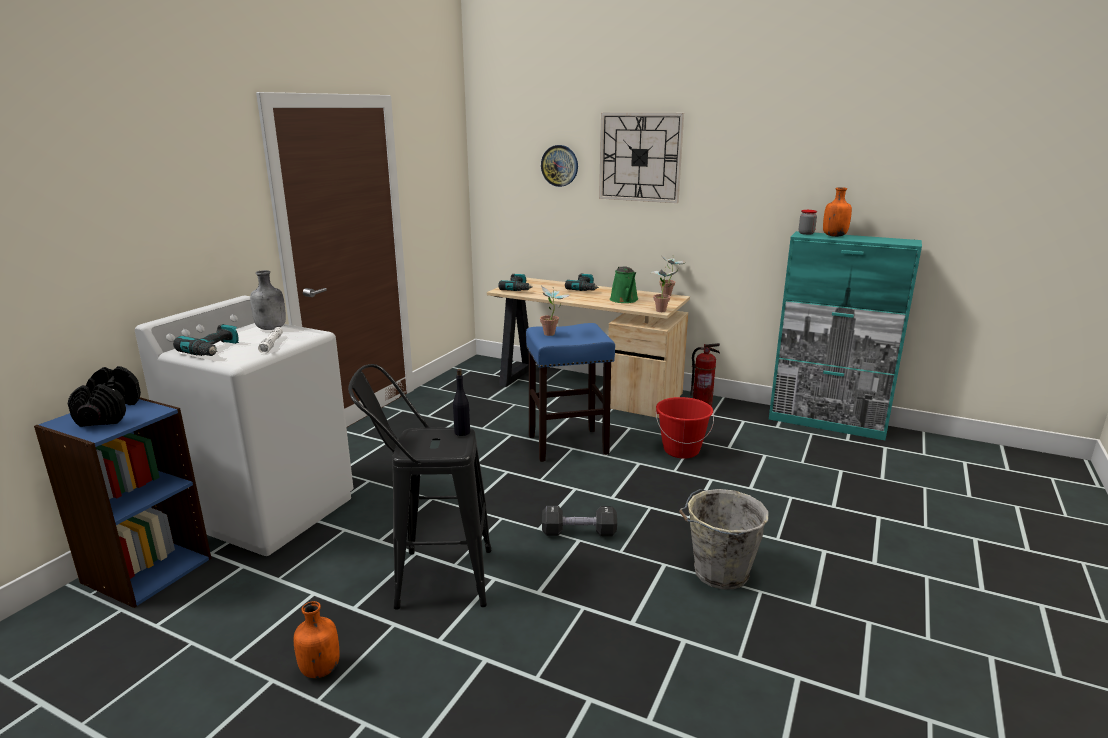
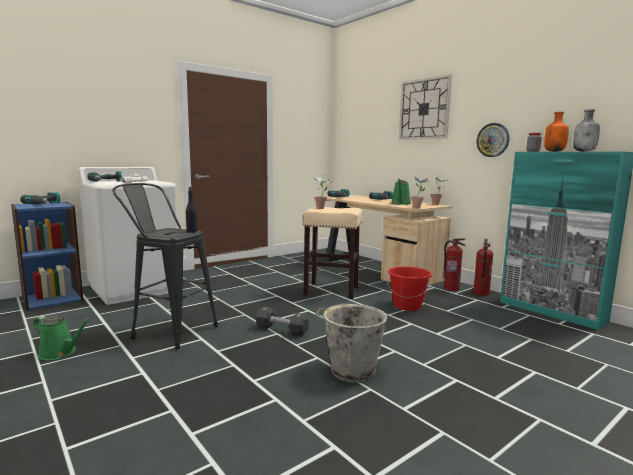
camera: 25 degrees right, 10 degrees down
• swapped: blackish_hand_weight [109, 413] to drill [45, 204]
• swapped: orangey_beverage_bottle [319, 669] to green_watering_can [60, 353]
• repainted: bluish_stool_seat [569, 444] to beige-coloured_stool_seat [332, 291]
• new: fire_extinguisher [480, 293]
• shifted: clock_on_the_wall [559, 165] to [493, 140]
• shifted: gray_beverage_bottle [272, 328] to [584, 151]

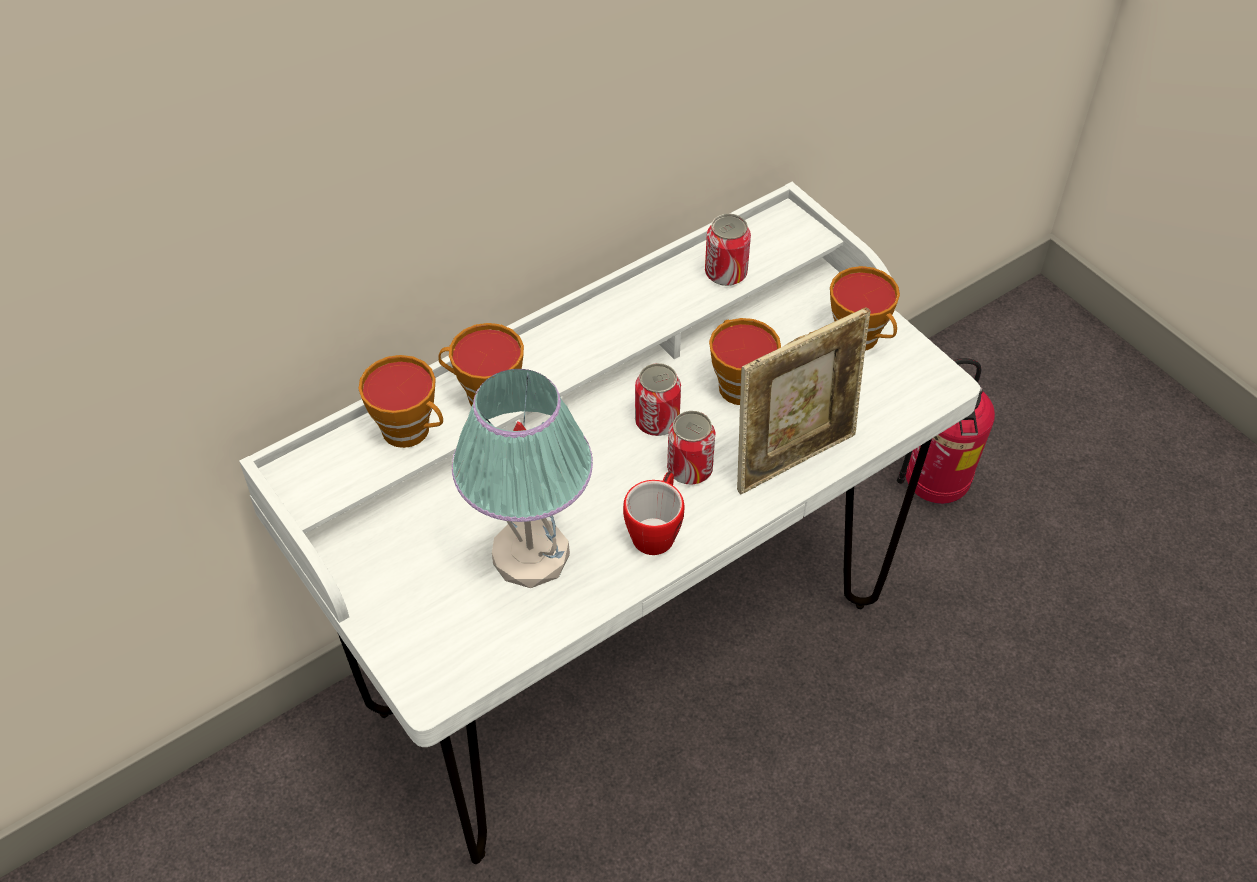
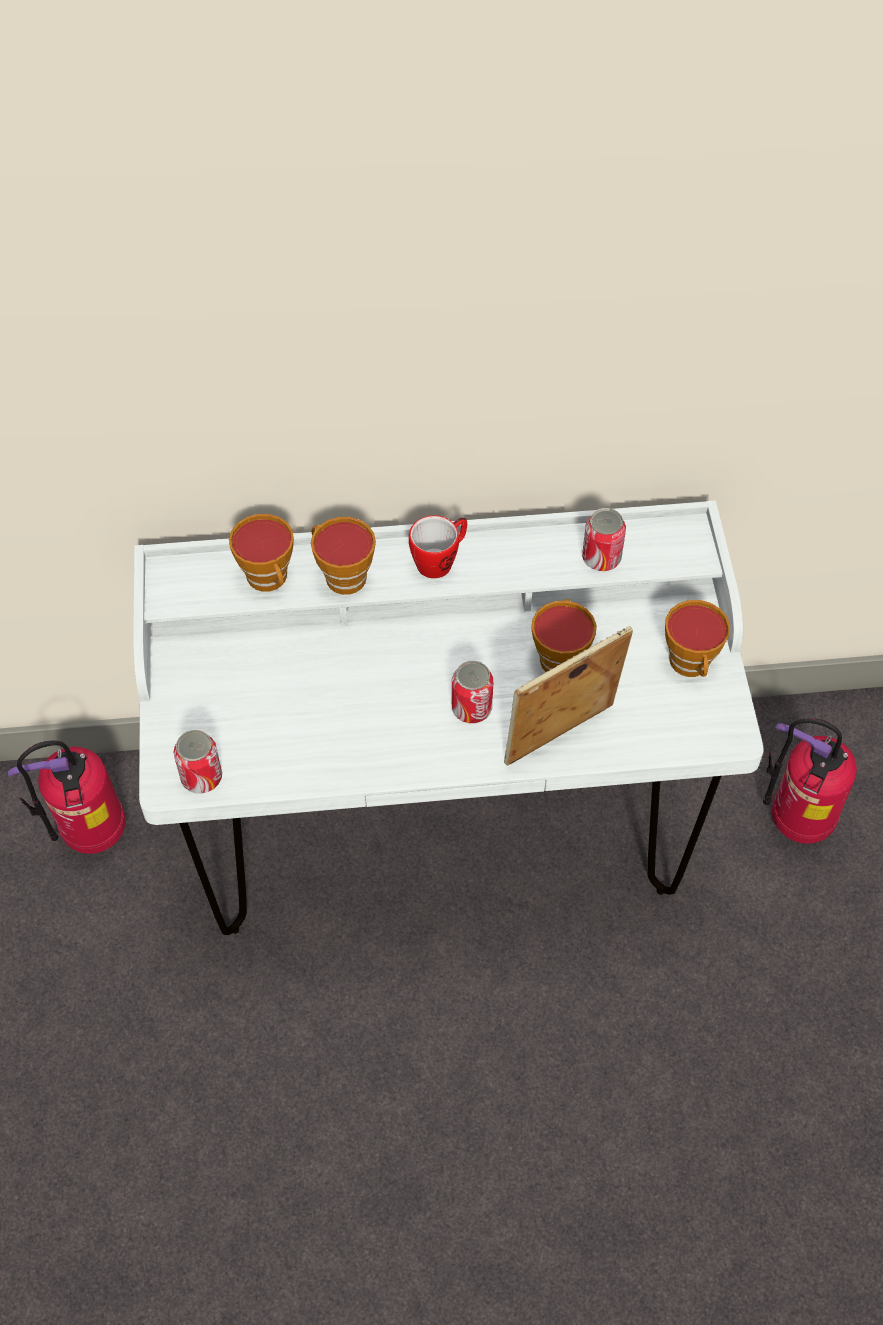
camera: 30 degrees right, 5 degrees up
• new: fire_extinguisher [92, 836]
• shifted: metal_can [657, 421] to [201, 777]
• shifted: tea_mug [656, 530] to [440, 560]
• rotated: photo_frame [794, 458] = [560, 739] 150 degrees clockwise
• gone: table_lamp [532, 555]

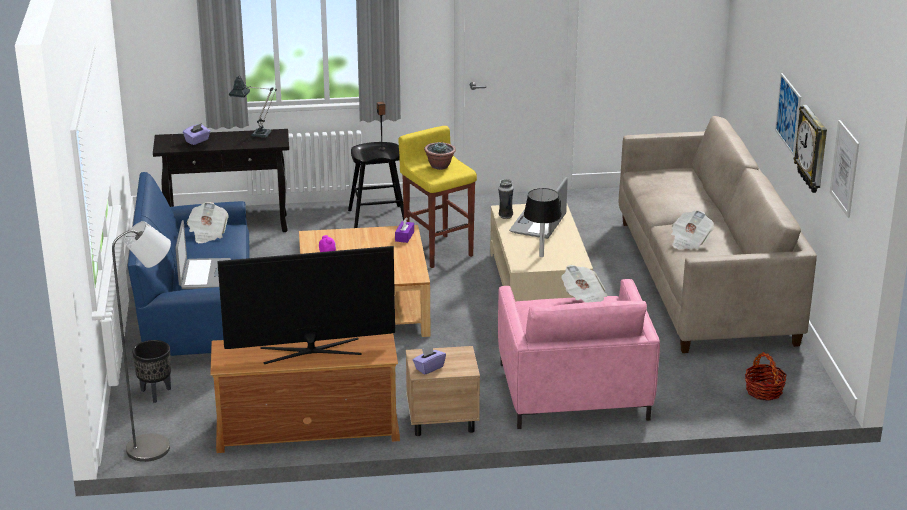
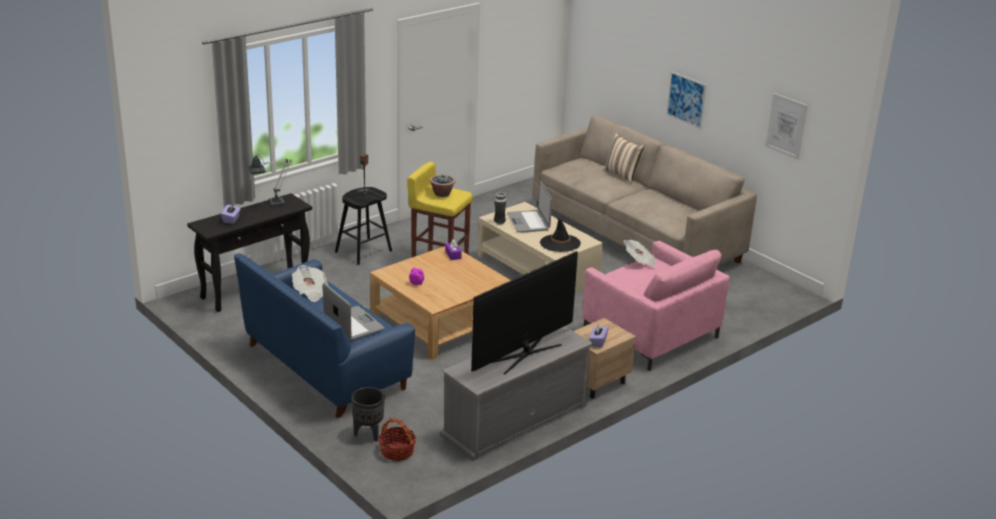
camera: 35 degrees left, 0 degrees up
• shifted: household_basket [764, 391] to [397, 451]
• repainted: brown_media_console [306, 430] to gray_media_console [514, 421]
• swapped: blackish_table_lamp [541, 256] to blackish_wearable_hat [560, 243]
• new: beige-coloured_pillow [622, 175]
• gone: gray_standard_lamp [157, 447]
• gone: printed_paper [689, 241]
• gone: clock_on_the_wall [813, 149]

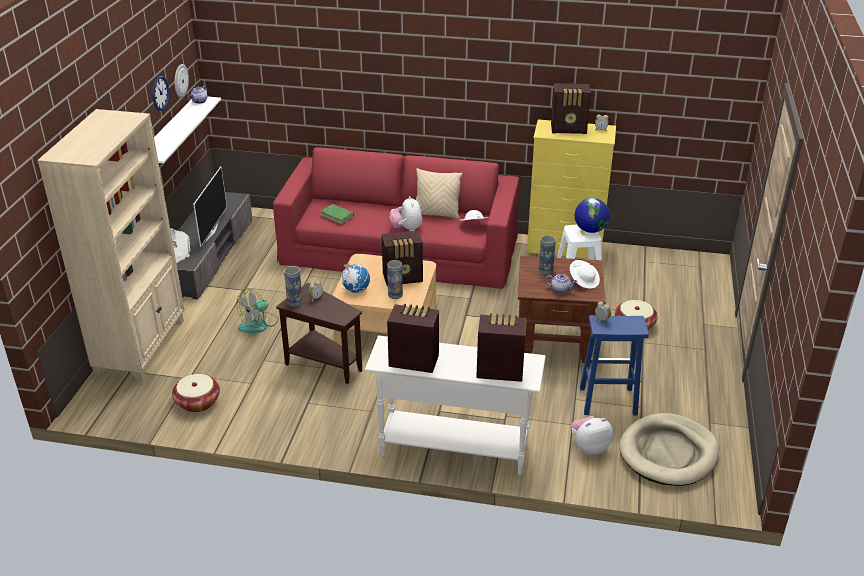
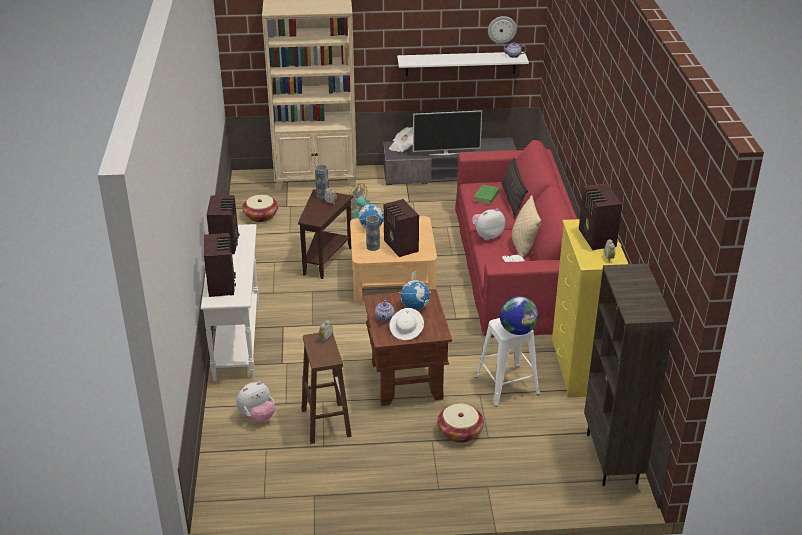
camera: 75 degrees right, 0 degrees up
• rotated: plush_toy [589, 447] = [257, 416] 90 degrees clockwise
• repainted: bluish_stool_seat [607, 401] to brown_stool_seat [325, 422]
• swapped: vase [545, 270] to desk_globe [415, 306]
• new: pillow [512, 200]
• new: brown_shelving_unit [613, 459]
• gone: clock_on_the_wall [160, 93]
• gone: beige-coloured_dog_bed [668, 453]

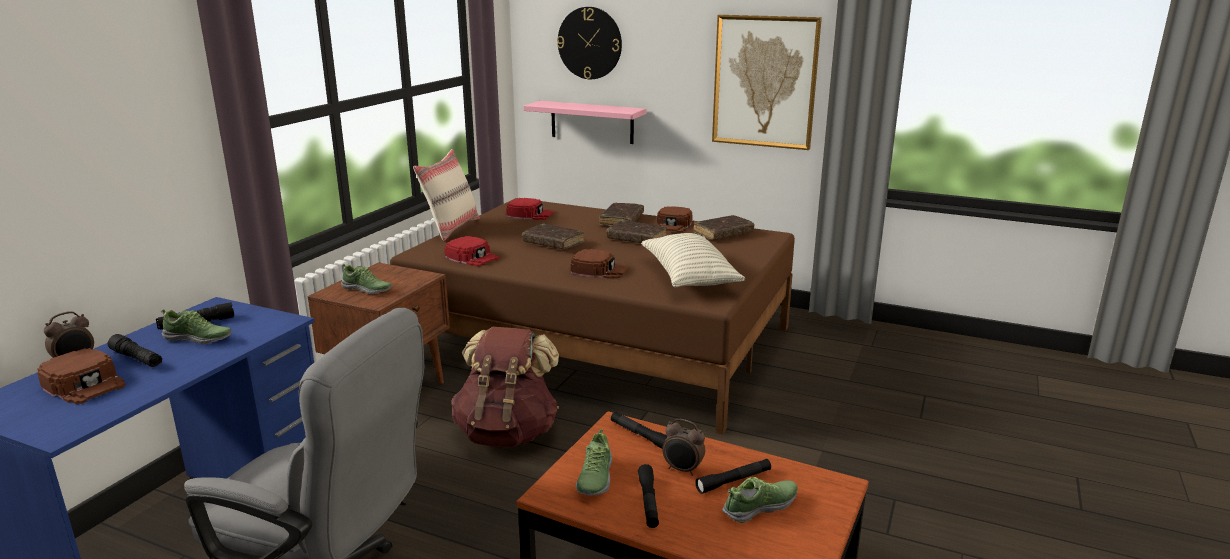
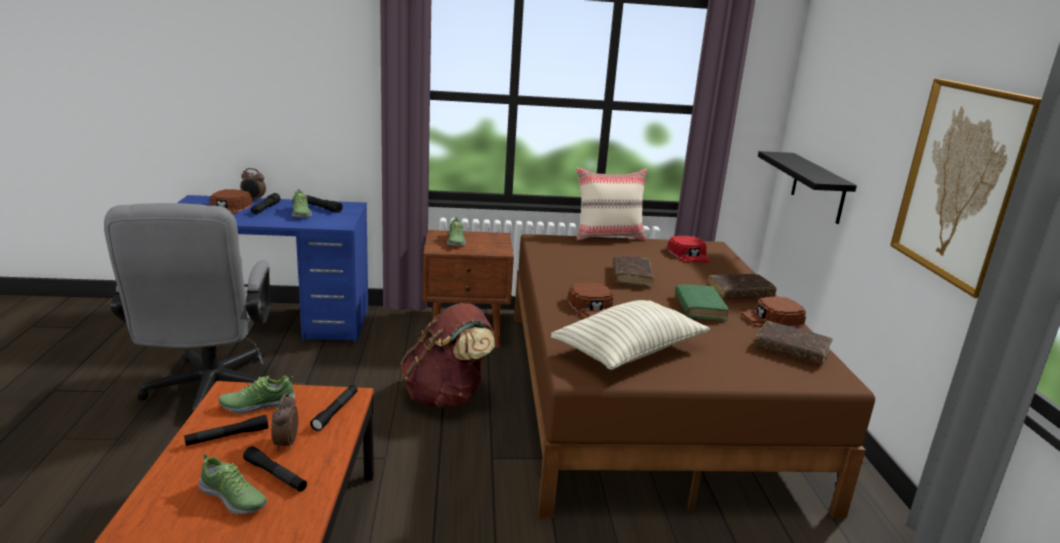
camera: 60 degrees right, 0 degrees up
• repainted: brown_book [636, 239] to green_book [699, 308]
• repainted: pink_shelf [592, 122] to blackish_shelf [818, 188]
• gone: red_cap [472, 257]
• gone: clock_on_the_wall [589, 43]

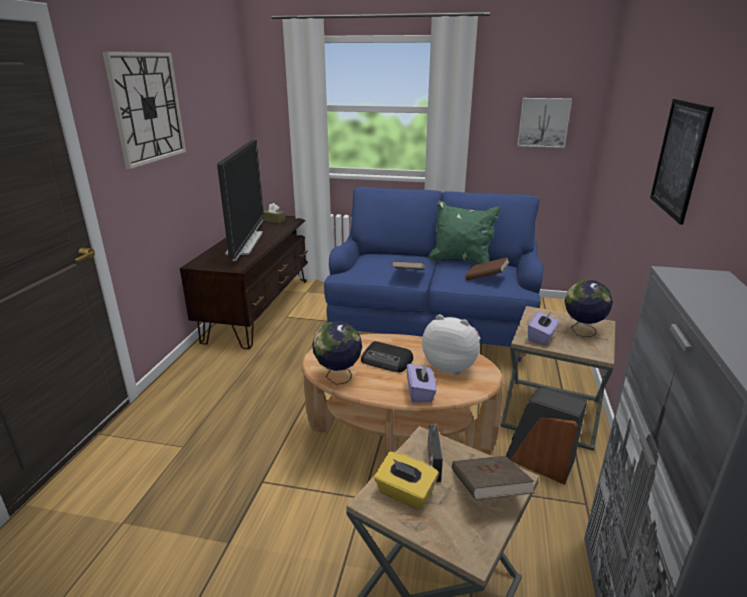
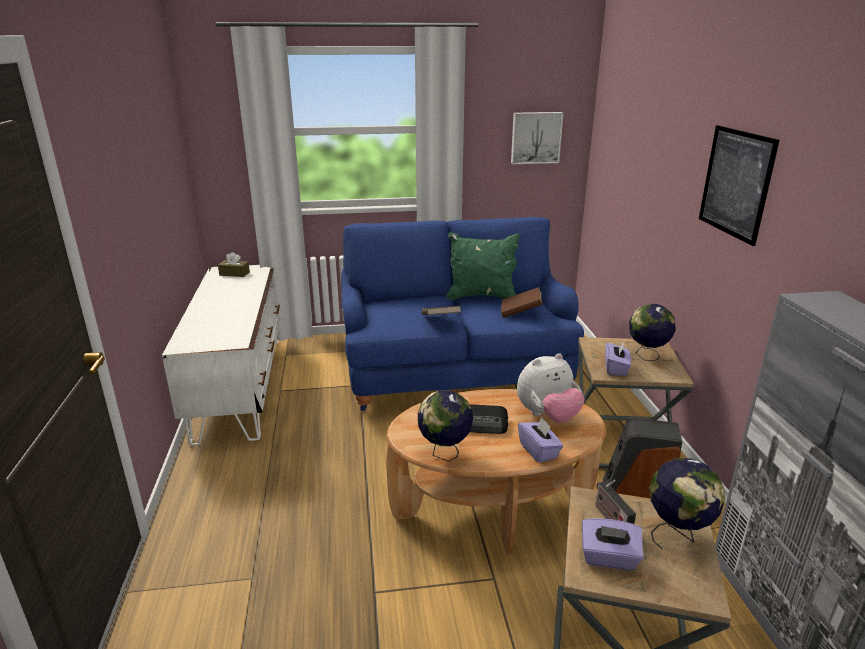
camera: 20 degrees left, 0 degrees up
• repainted: brown_media_console [261, 308] to white_media_console [241, 385]
• rotated: plush_toy [451, 366] = [547, 416] 150 degrees clockwise
• repainted: yellowish_tissue_holder [405, 493] to purple_tissue_holder [609, 558]
• swapped: brown_book [488, 491] to desk_globe [677, 534]
• gone: clock_on_the_wall [147, 108]
• gone: TV [245, 243]

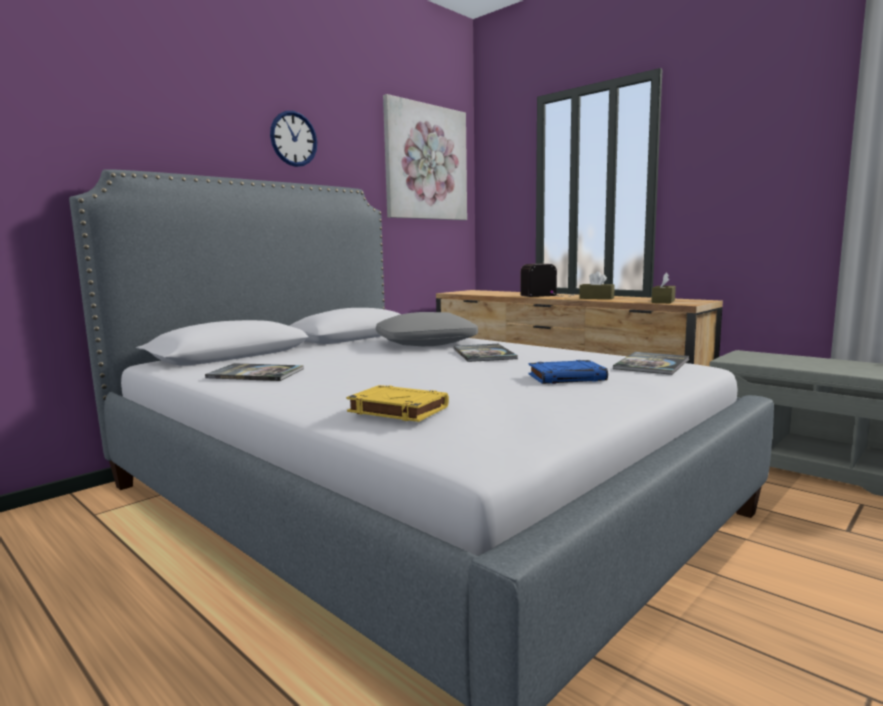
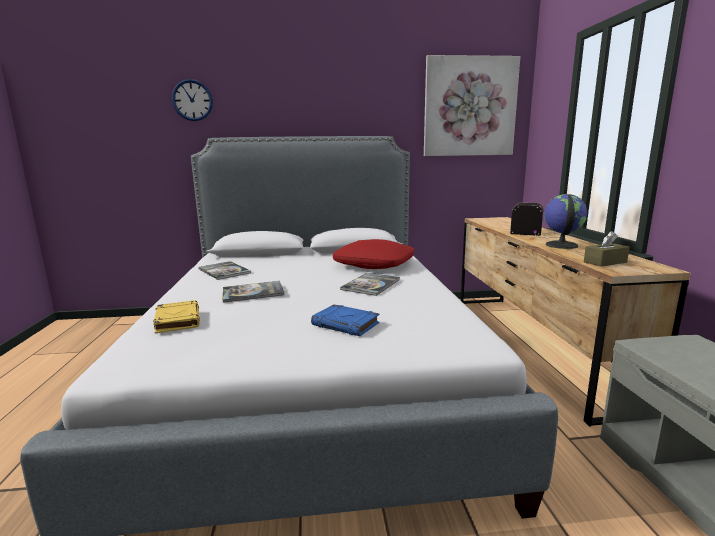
camera: 40 degrees right, 5 degrees up
• shifted: clock_on_the_wall [293, 139] to [192, 100]
• shifted: book [652, 364] to [253, 292]
• repainted: gray_pillow [426, 342] to red_pillow [374, 264]
• swapped: brown_tissue_holder [596, 298] to desk_globe [560, 245]

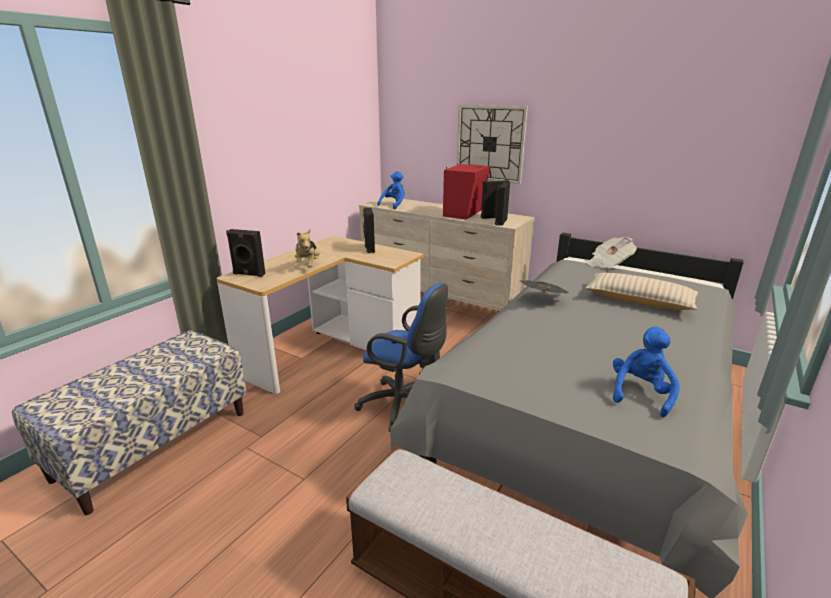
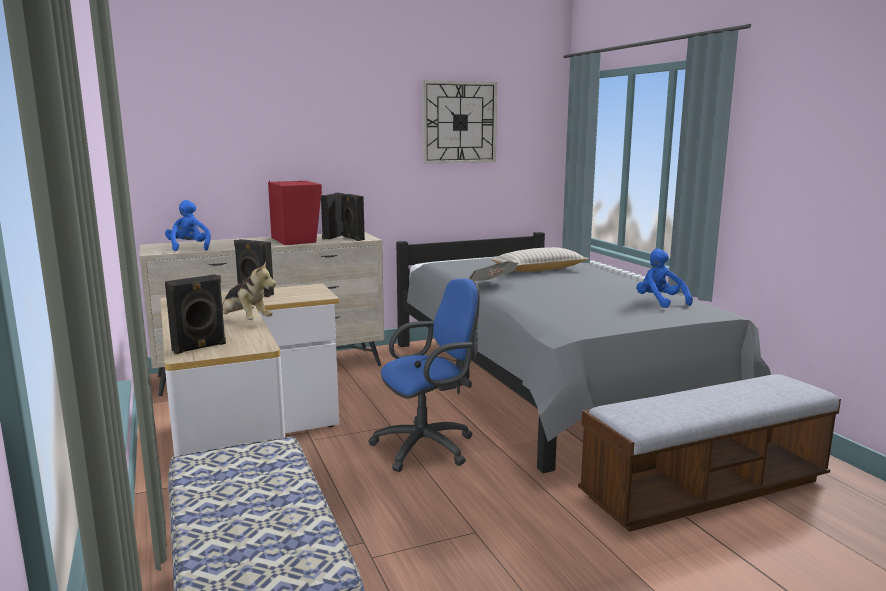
camera: 55 degrees left, 10 degrees down
• shifted: clock_on_the_wall [490, 144] to [459, 122]
• gone: printed_paper [608, 264]

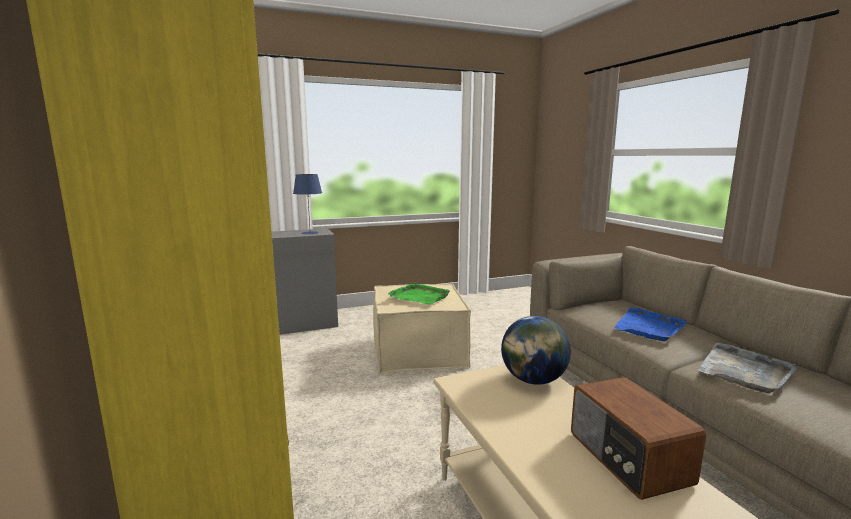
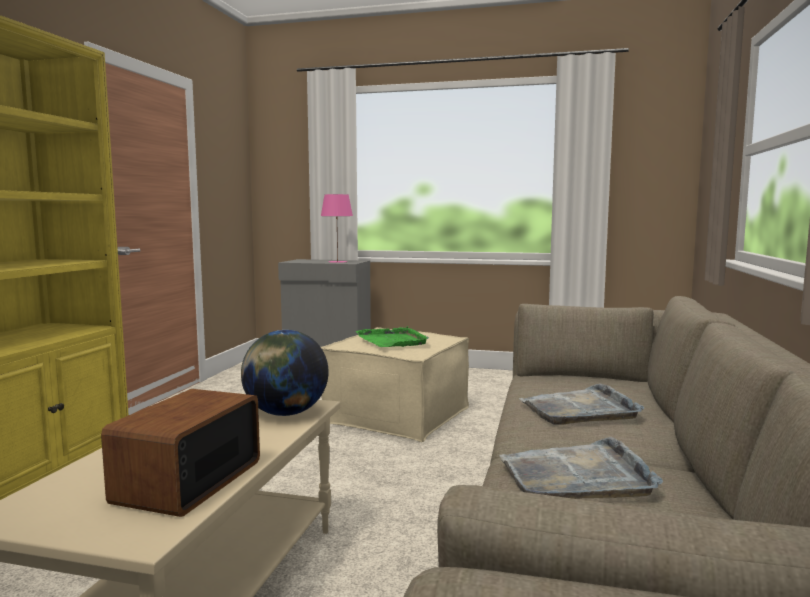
camera: 35 degrees right, 5 degrees down
• repainted: bluish_table_lamp [309, 233] to pink_table_lamp [337, 262]
• repainted: bluish_serving_tray [648, 327] to gray_serving_tray [579, 409]

